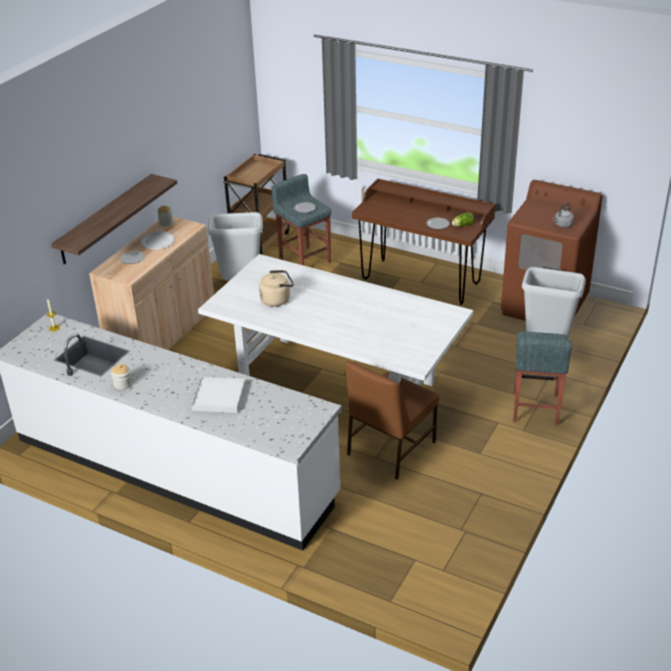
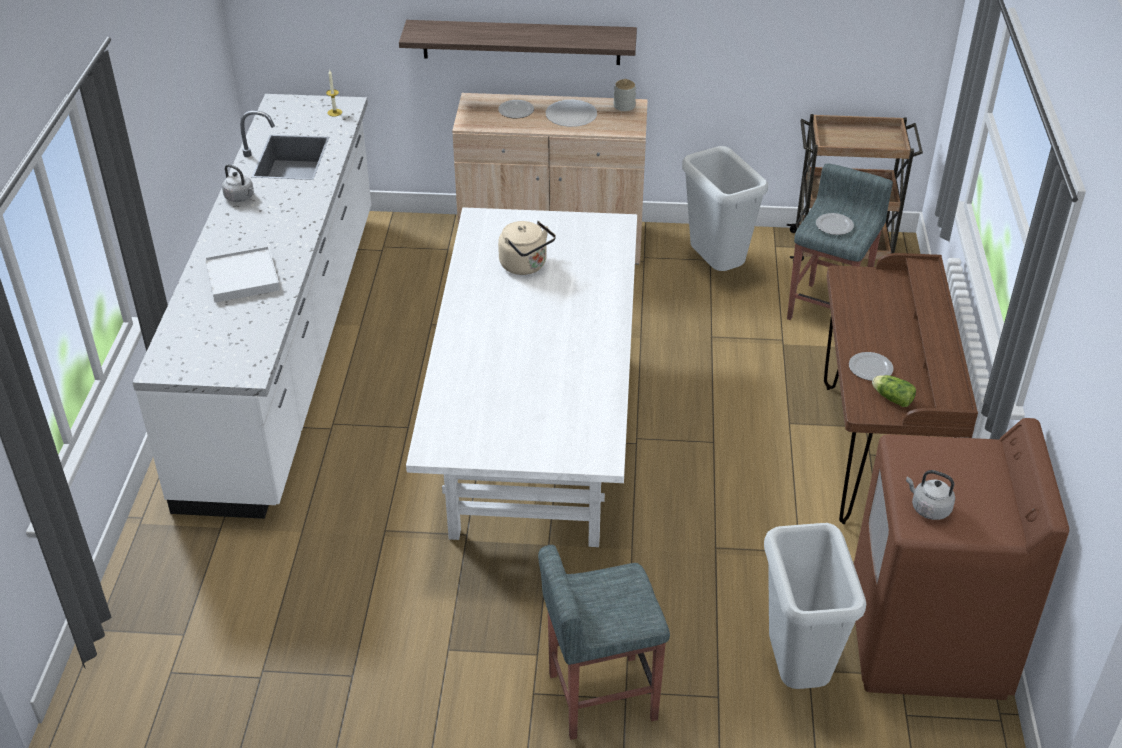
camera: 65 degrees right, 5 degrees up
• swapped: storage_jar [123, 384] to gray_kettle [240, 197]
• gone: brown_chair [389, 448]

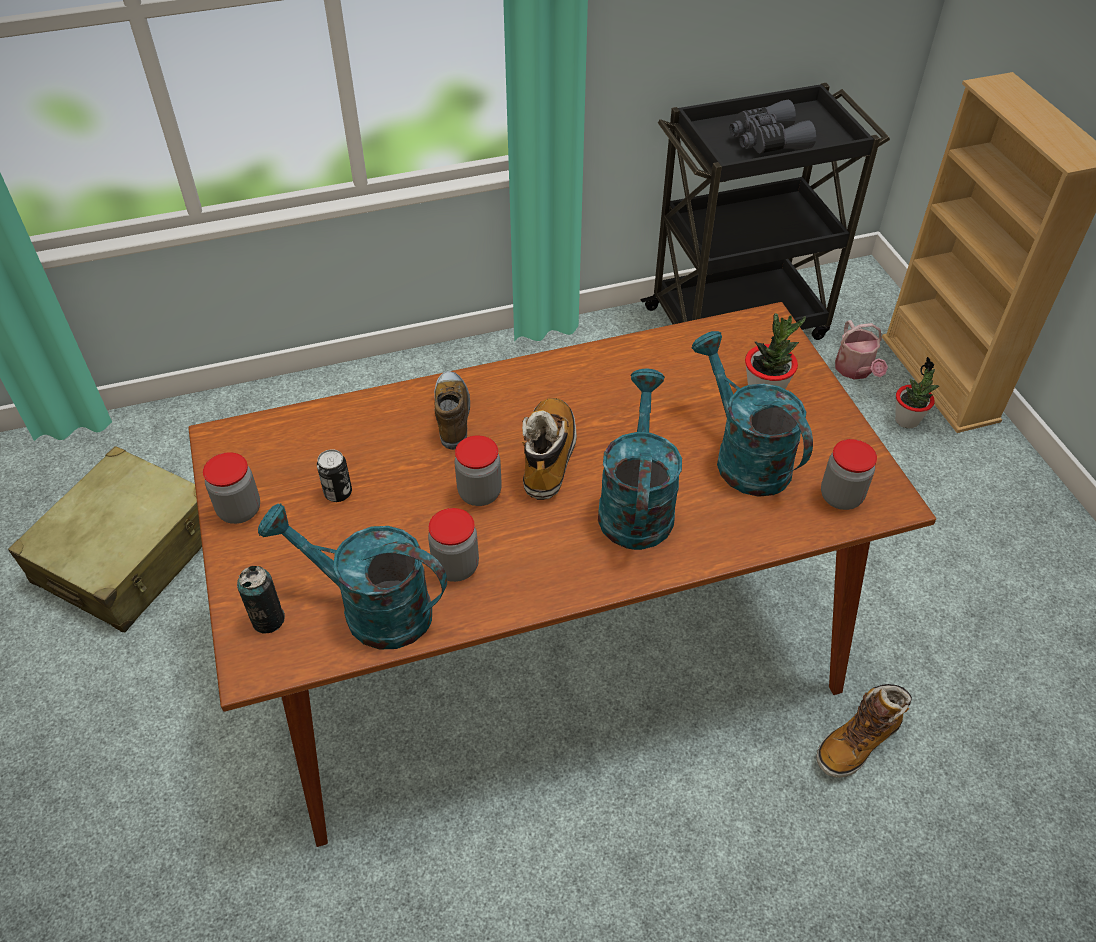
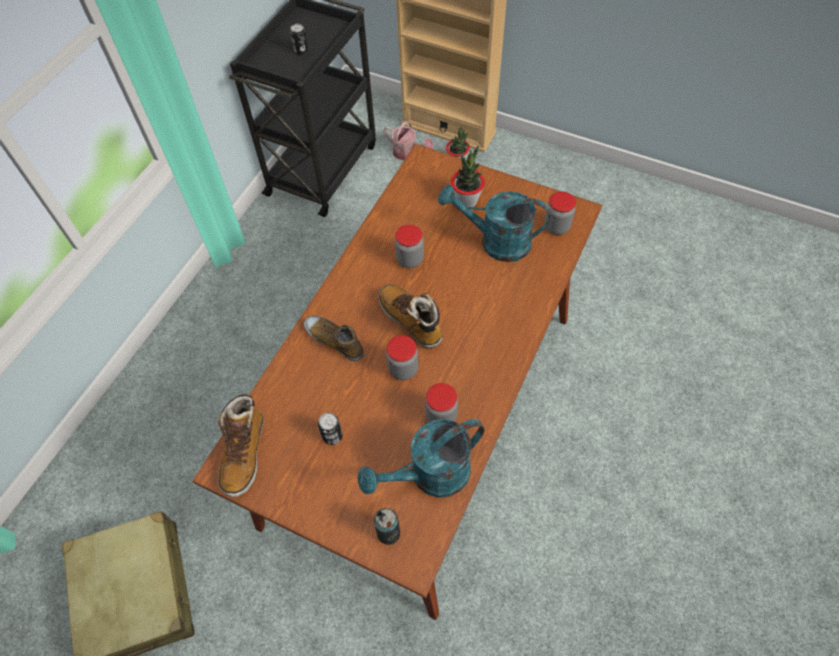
camera: 45 degrees left, 10 degrees up
• shifted: boot [857, 743] to [244, 453]
• swapped: gray_pair_of_binoculars [767, 141] to metal_can [301, 50]
• shifted: storage_jar [239, 510] to [410, 259]
• gone: turquoise_watering_can [636, 503]

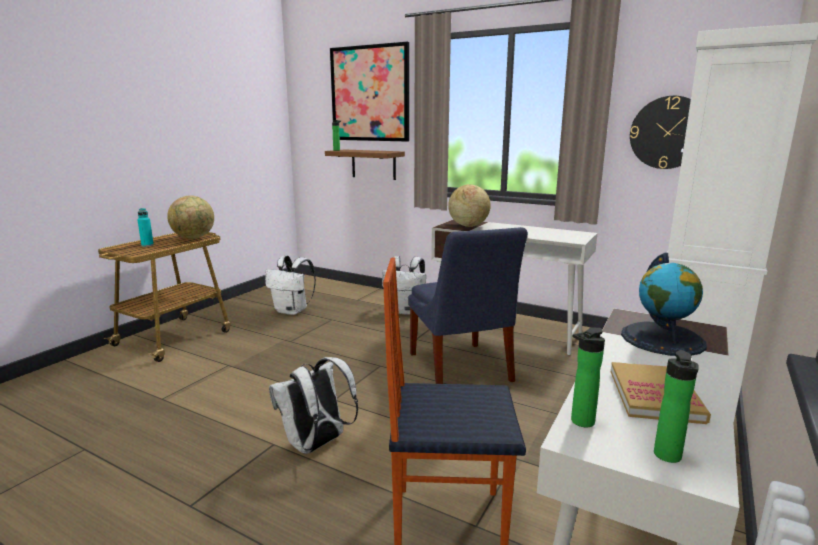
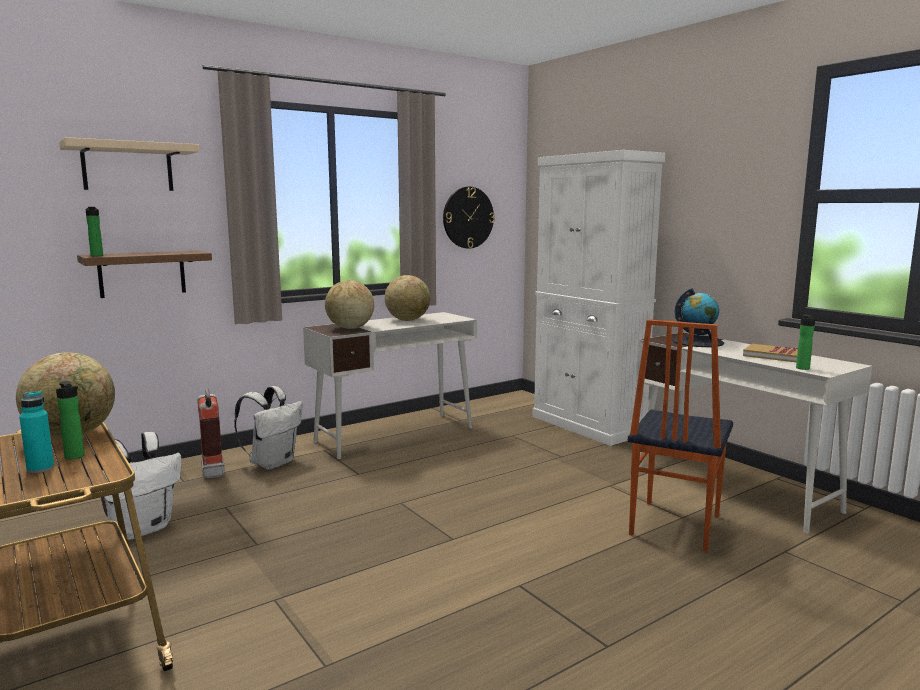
camera: 65 degrees left, 5 degrees down
• shifted: beverage_bottle [668, 457] to [75, 457]
• swapped: picture [370, 94] to beige-coloured_shelf [127, 167]
• new: fire_extinguisher [212, 469]
• new: desk_globe [408, 320]
• gone: white_rucksack [316, 445]
• gone: bluish_chair [460, 369]

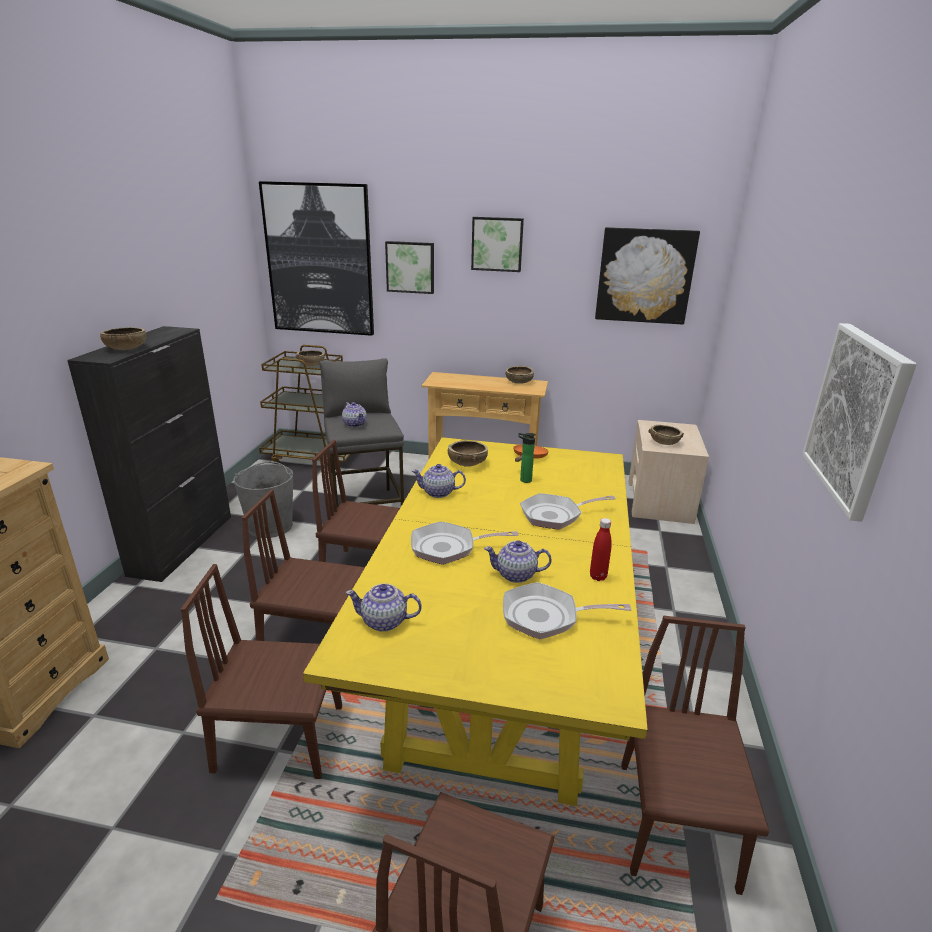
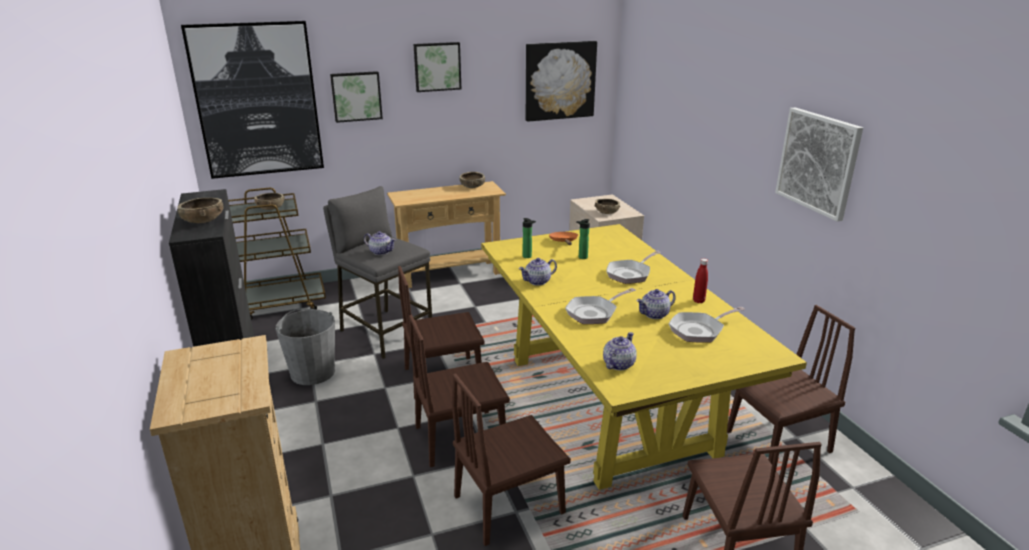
camera: 30 degrees left, 0 degrees up
• swapped: brown_serving_bowl [467, 463] to beverage_bottle [528, 257]
• rotated: teapot [385, 621] = [618, 364] 150 degrees clockwise
• rotated: brown_chair [676, 824] = [778, 442] 90 degrees clockwise

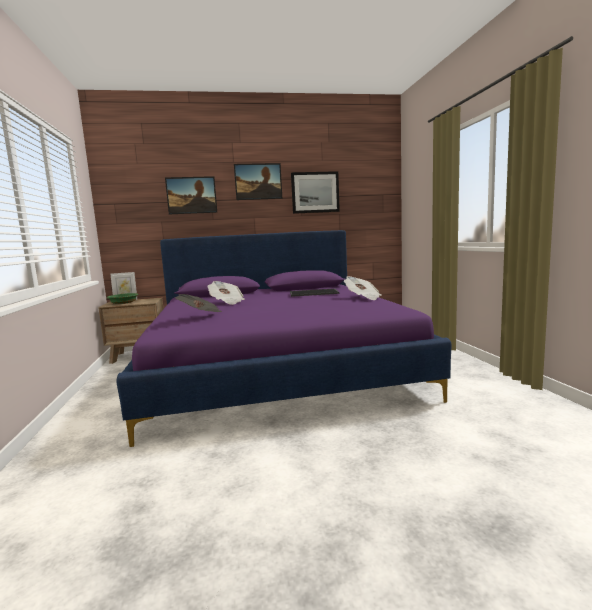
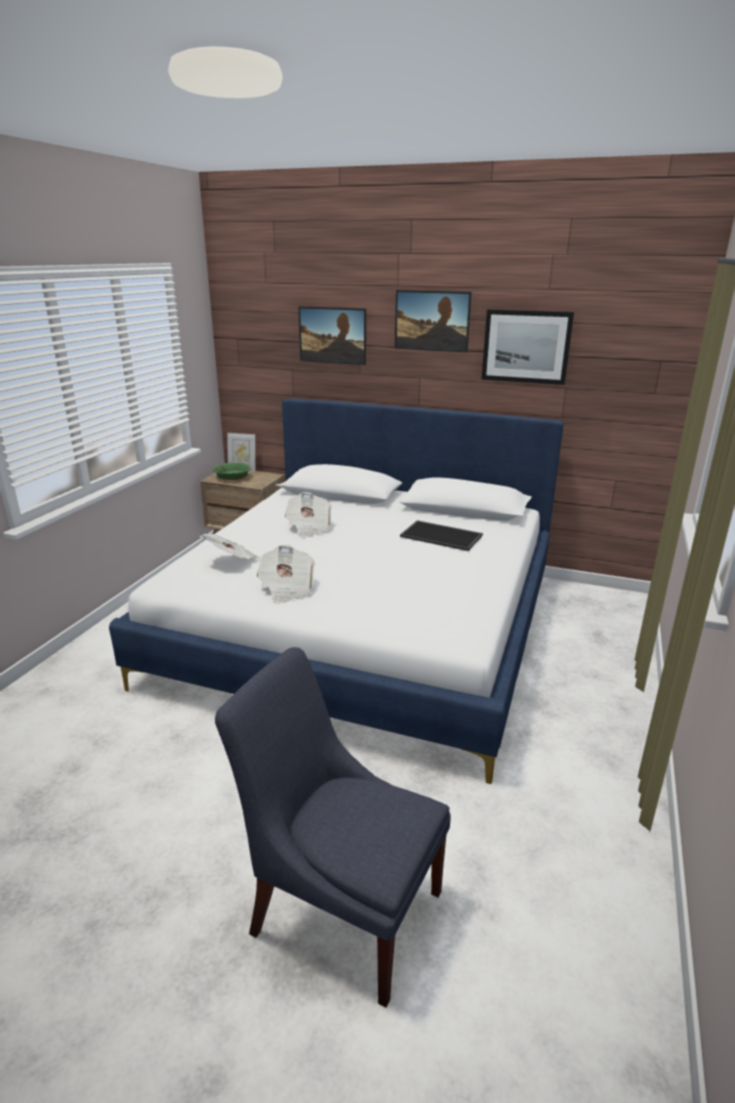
camera: 30 degrees right, 15 degrees up
• repainted: purple_bed [276, 368] to white_bed [364, 627]
• new: bluish_chair [341, 906]
• shifted: printed_paper [363, 298] to [286, 588]

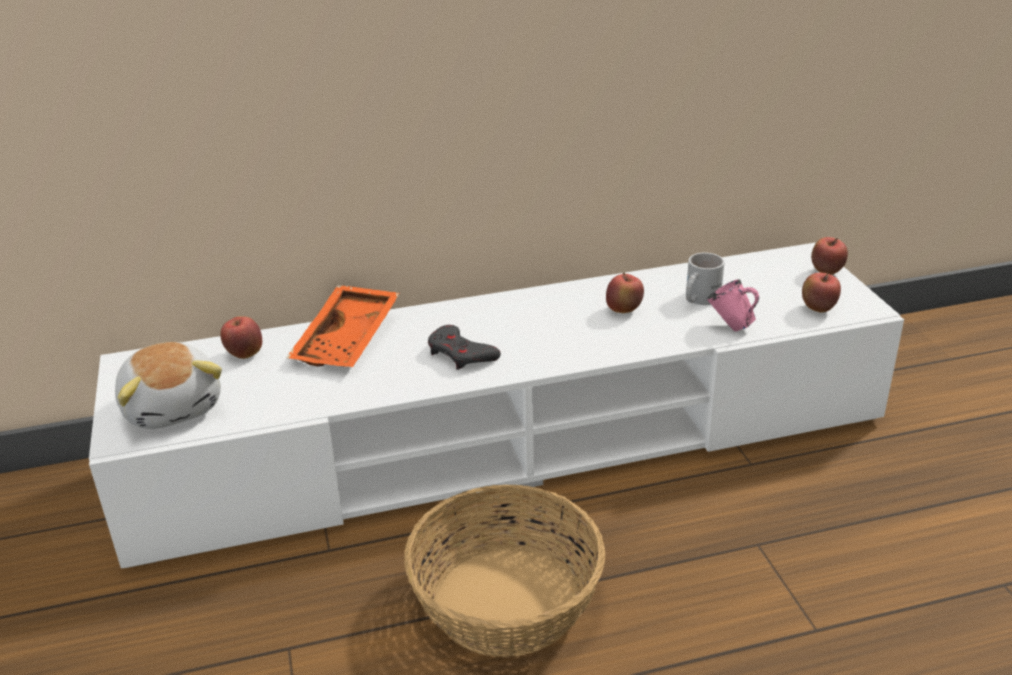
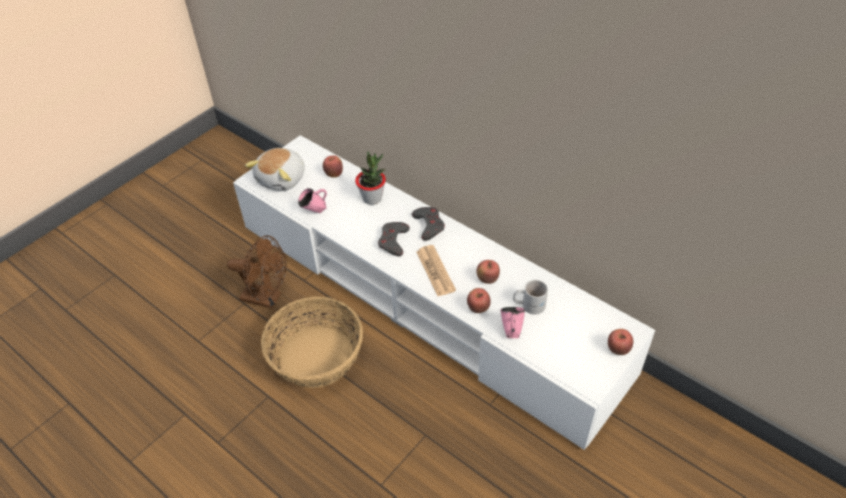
camera: 55 degrees right, 15 degrees up
• new: brown_electric_fan [267, 298]
• new: pink_tea_mug [315, 211]
• swapped: orangey_serving_tray [349, 340] to plant_in_a_pot [372, 198]
• new: gray_gamepad [429, 225]
• new: printed_paper [435, 271]
• shifted: apple [818, 309] to [478, 308]

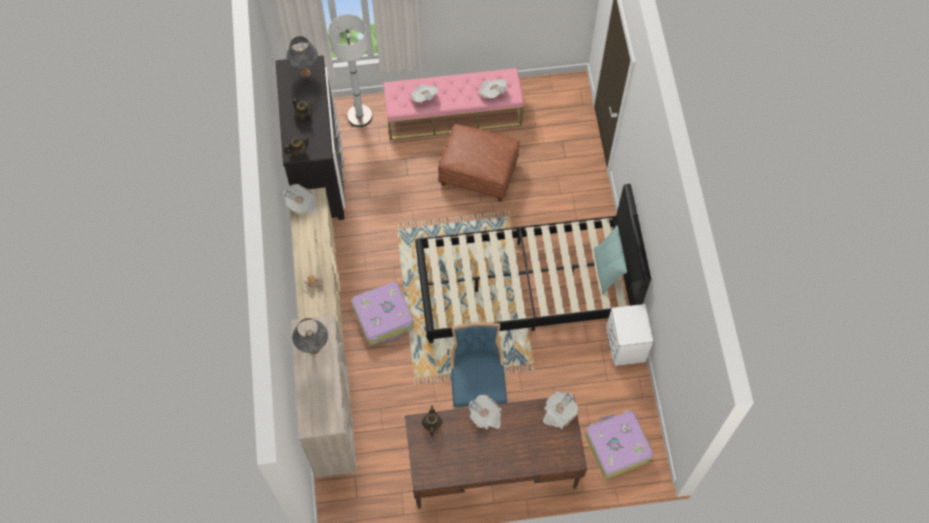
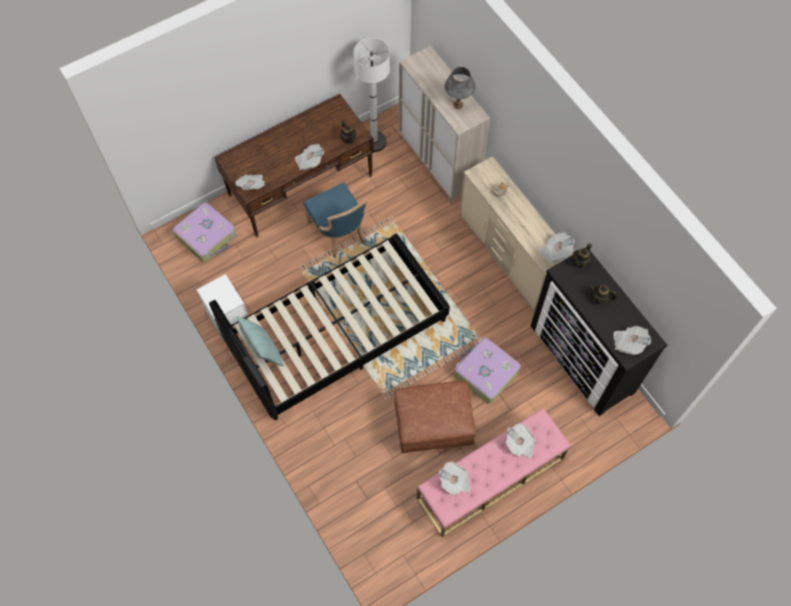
camera: 155 degrees right, 0 degrees up
• shifted: white_standard_lamp [359, 116] to [374, 142]
• shifted: travel_case [384, 317] to [485, 373]
• swapped: gray_table_lamp [306, 73] to printed_paper [628, 343]

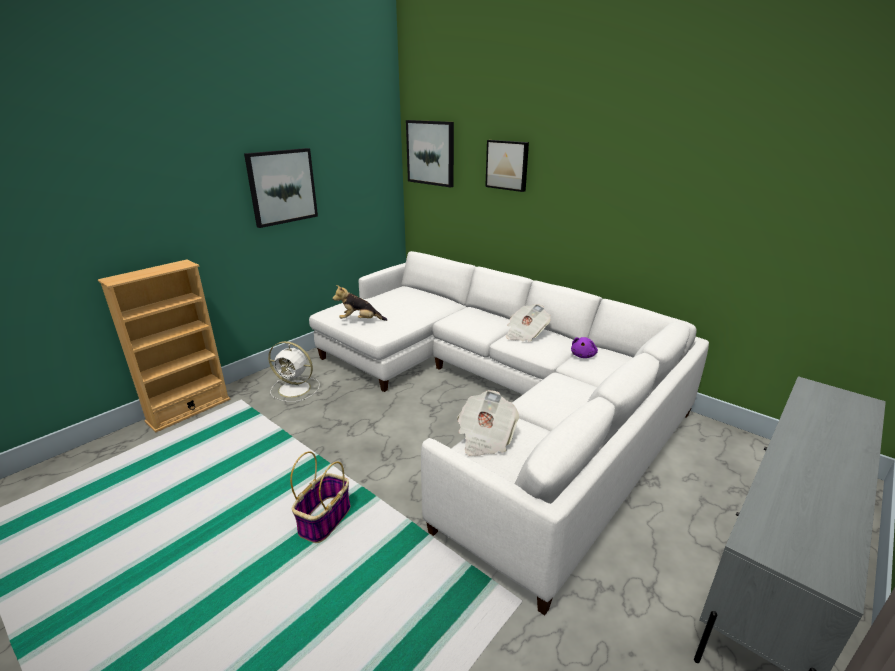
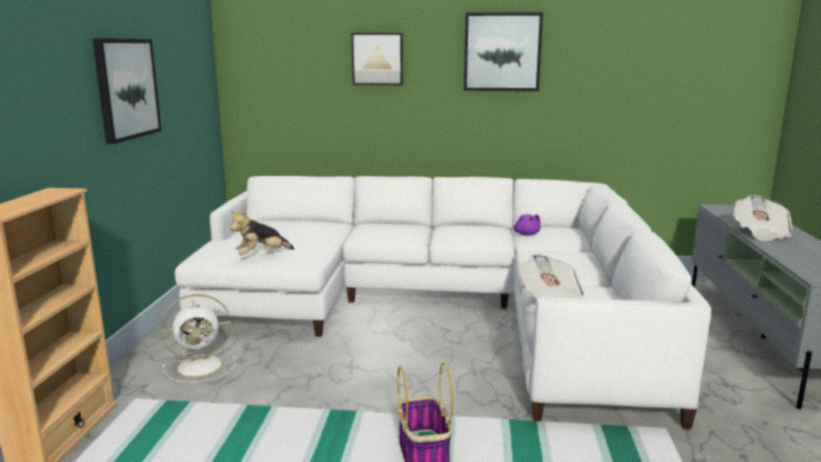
camera: 35 degrees left, 10 degrees down
• shifted: picture [431, 153] to [502, 52]
• shifted: printed_paper [525, 334] to [760, 233]

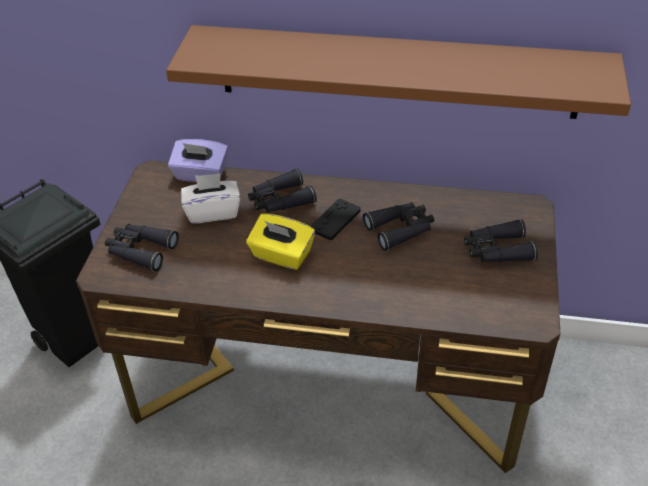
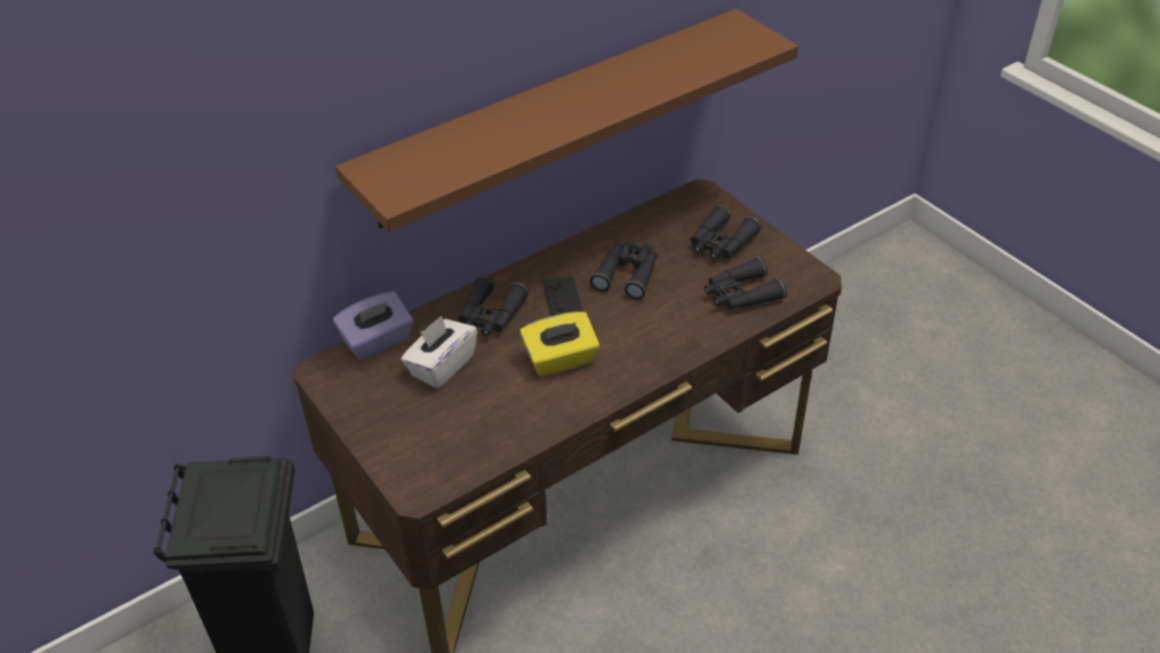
camera: 45 degrees left, 0 degrees up
• shifted: blackish_pair_of_binoculars [140, 251] to [740, 295]

